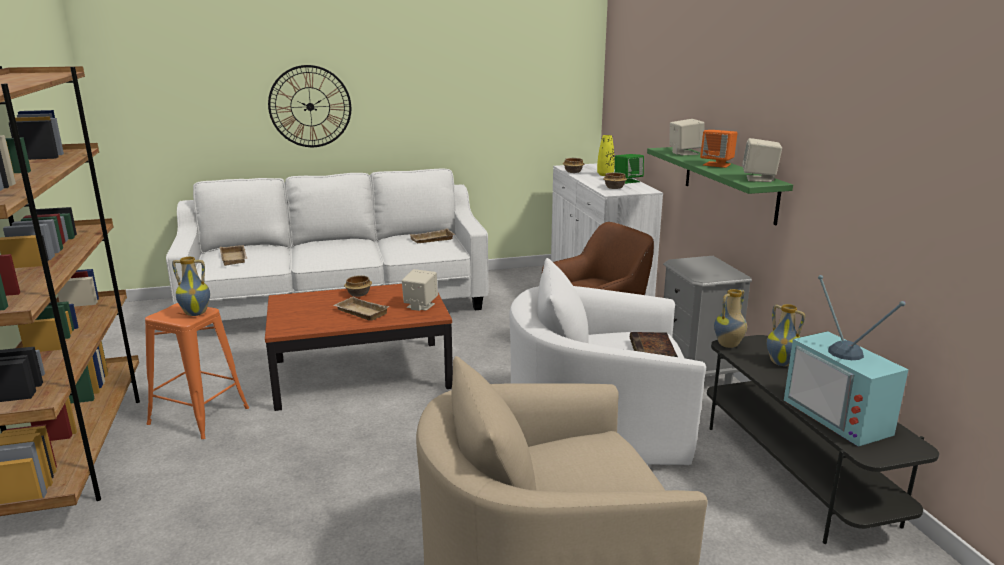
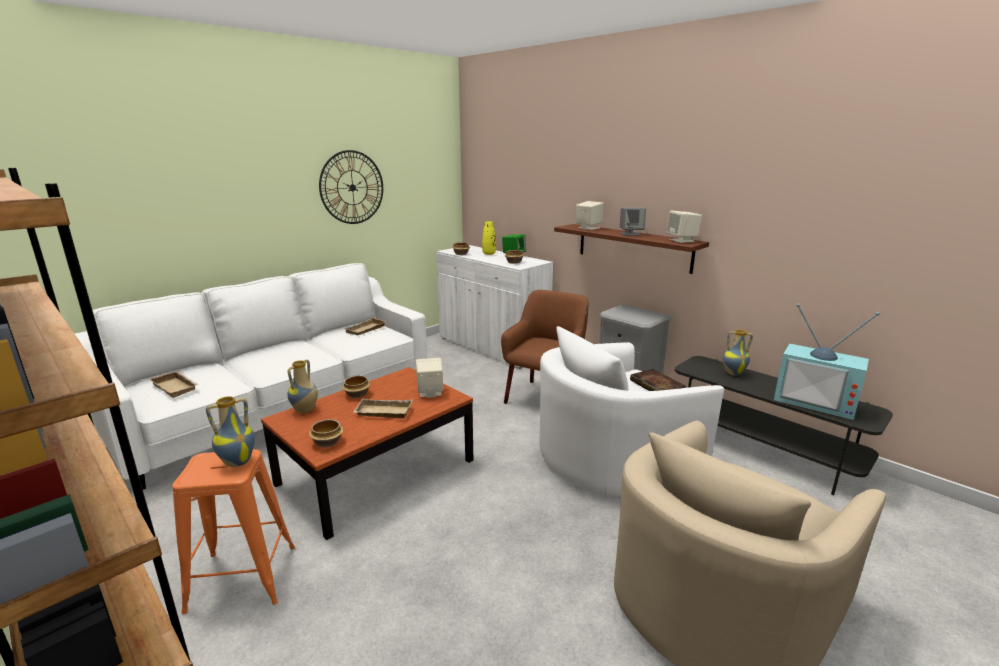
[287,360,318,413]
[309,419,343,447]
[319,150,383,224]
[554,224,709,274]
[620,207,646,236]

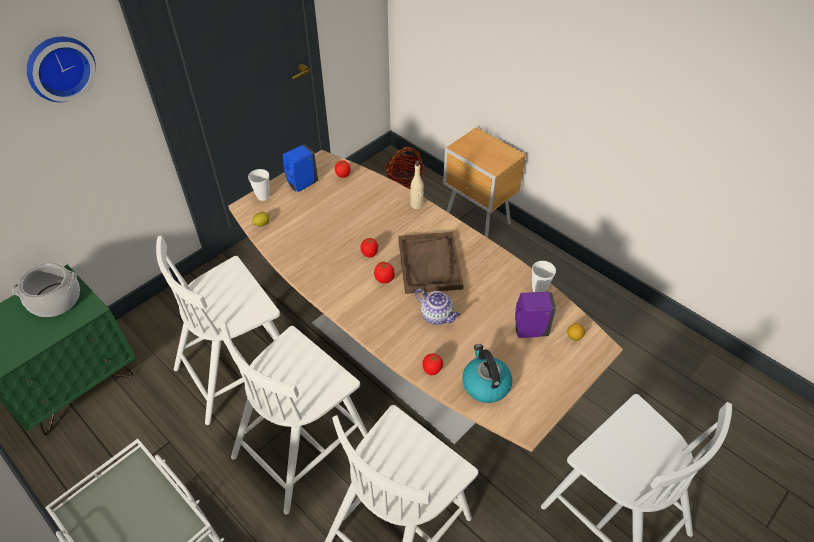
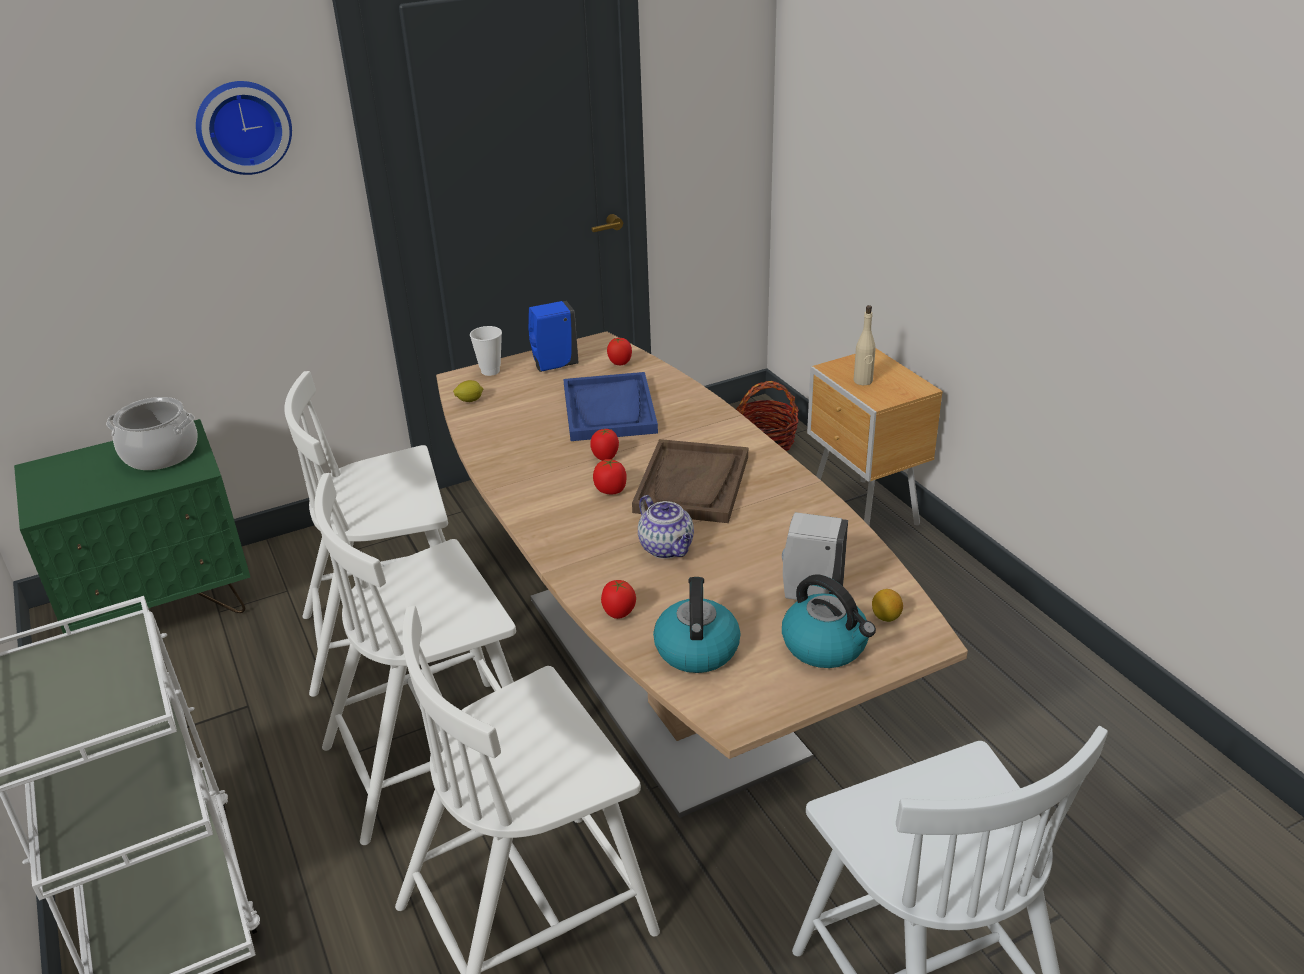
[563,372,658,441]
[782,512,848,600]
[782,574,876,668]
[854,305,876,385]
[532,261,556,292] (first image)

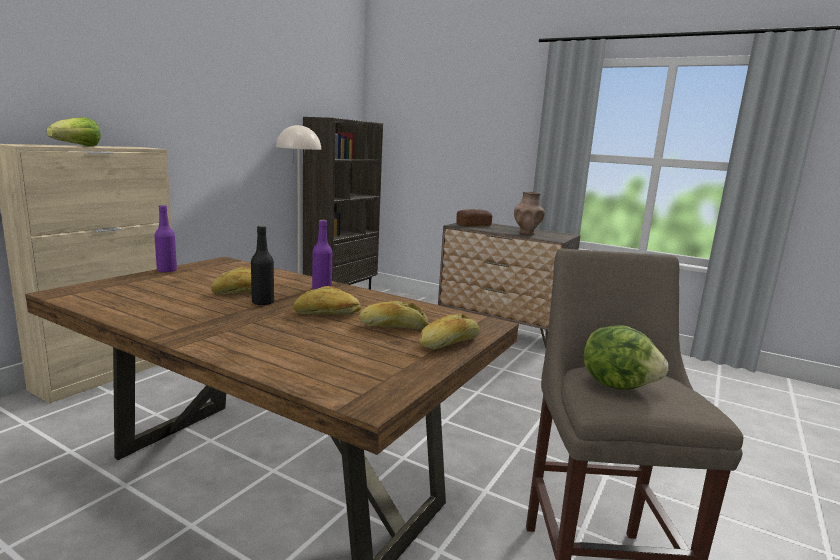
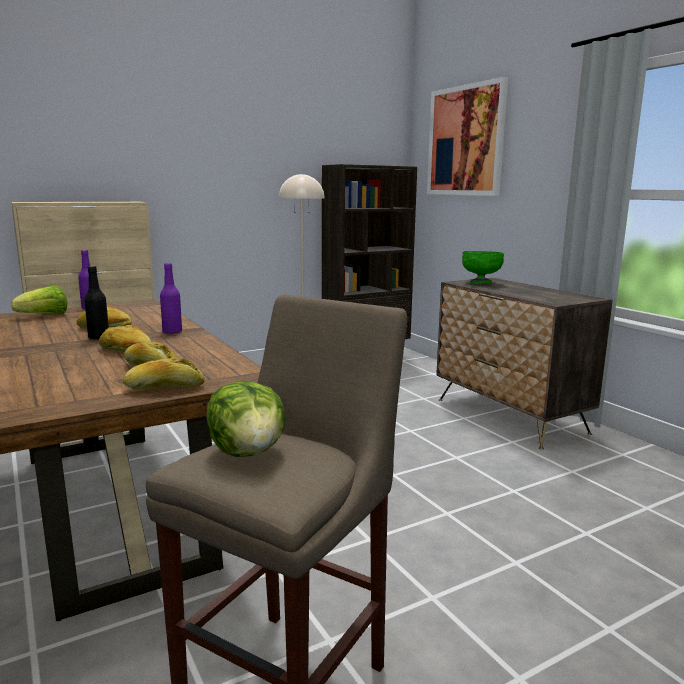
[11,286,67,315]
[427,77,508,196]
[462,251,504,284]
[514,192,545,235] (first image)

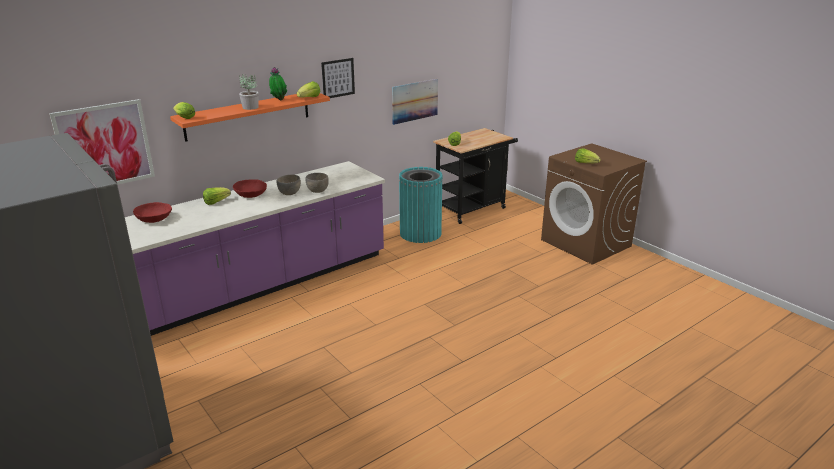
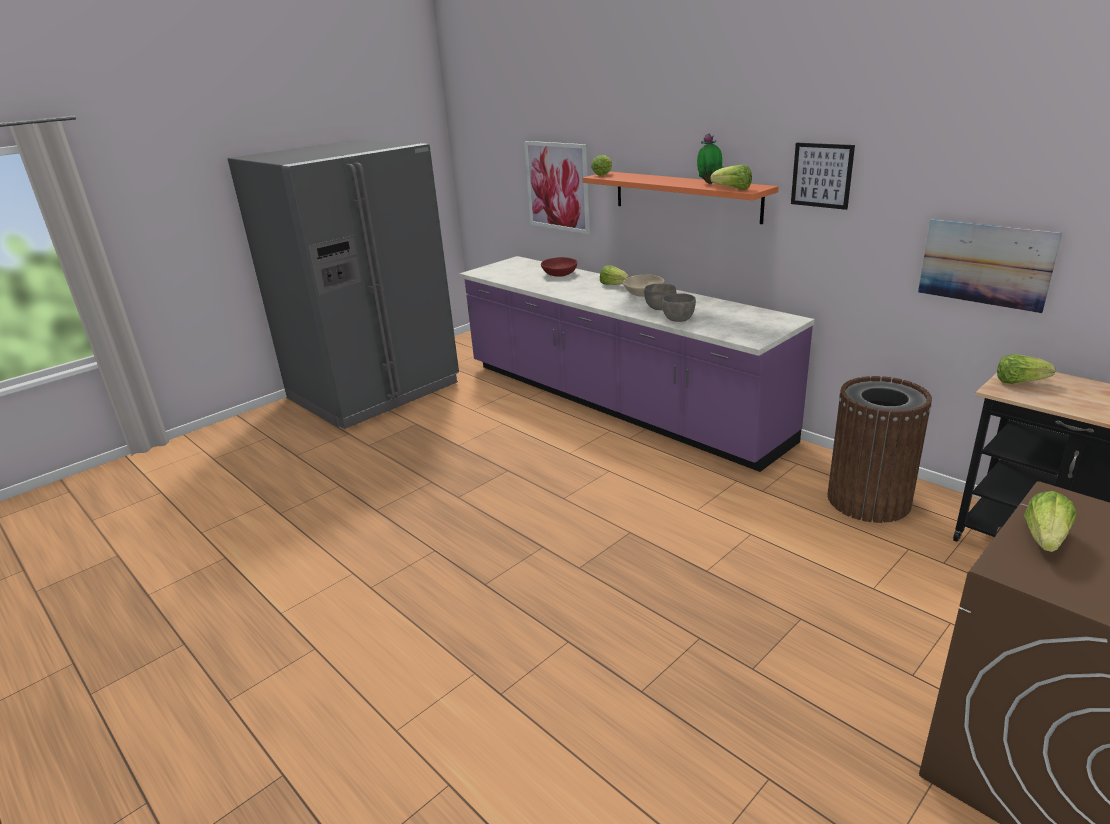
[623,274,664,297]
[827,376,932,523]
[239,74,259,110] (first image)

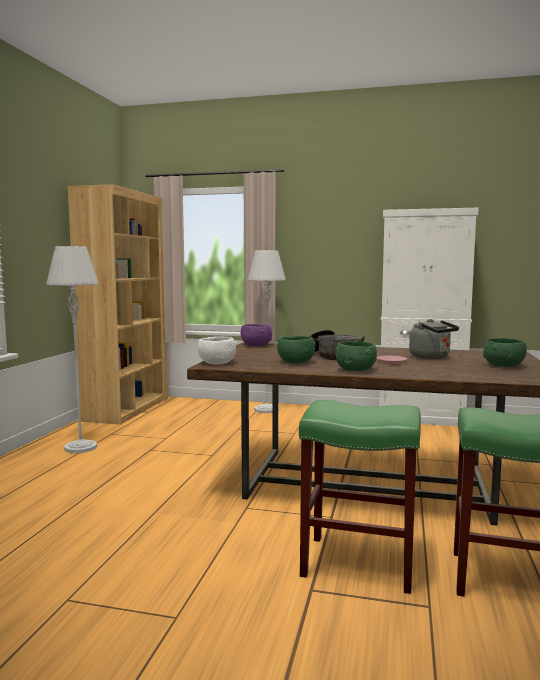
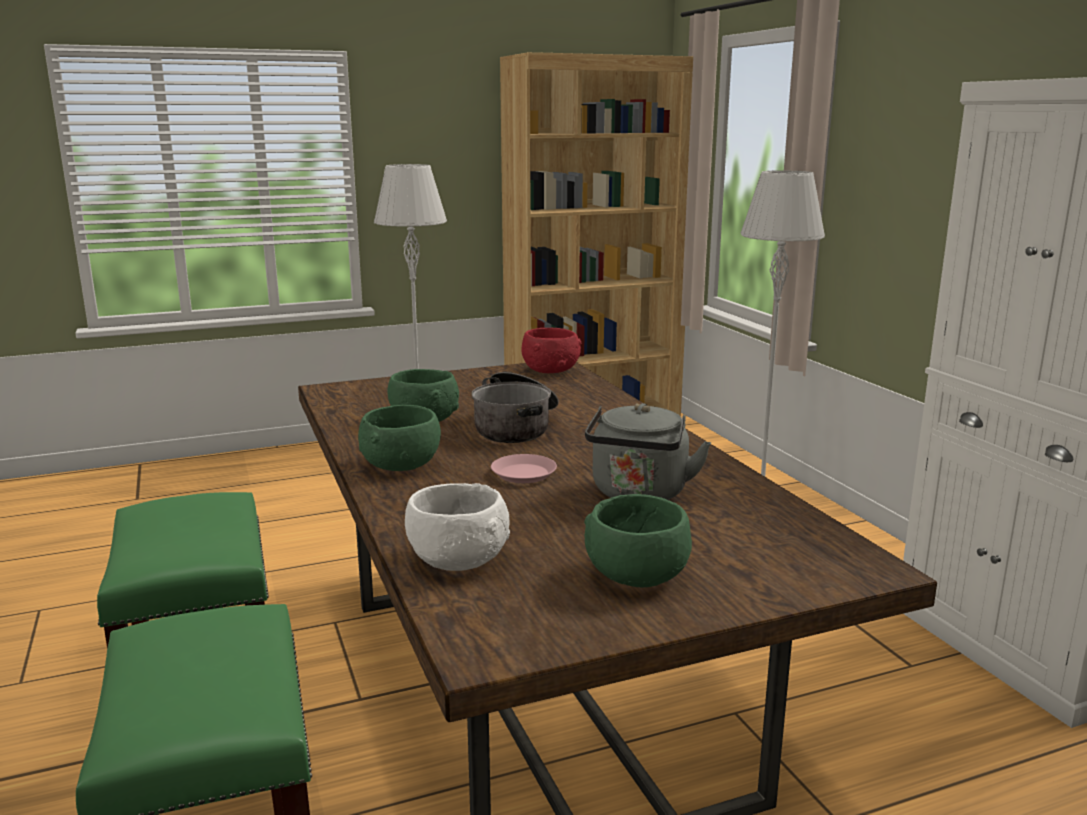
[405,483,510,571]
[521,328,581,373]

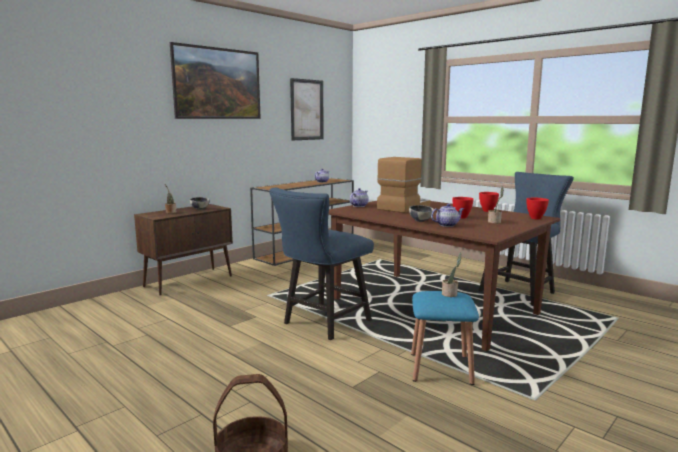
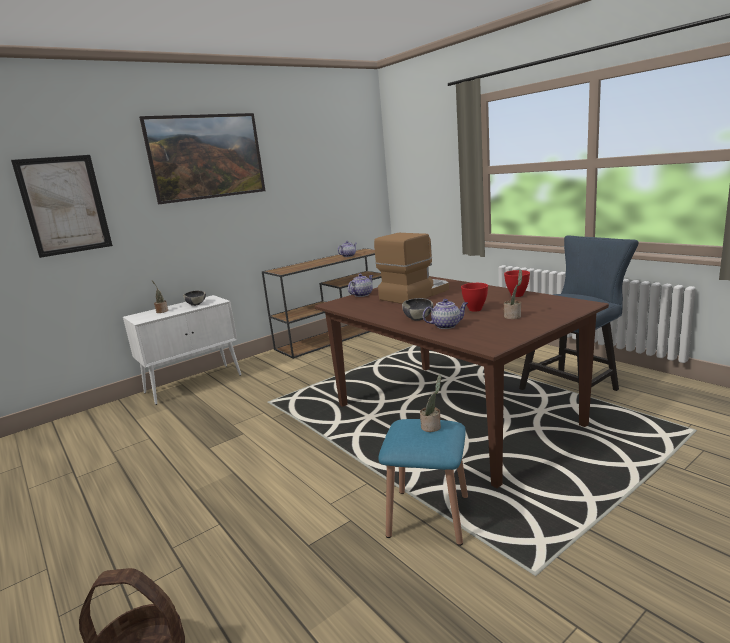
[11,155,113,258]
[123,295,241,405]
[269,188,374,340] (first image)
[526,198,549,219] (first image)

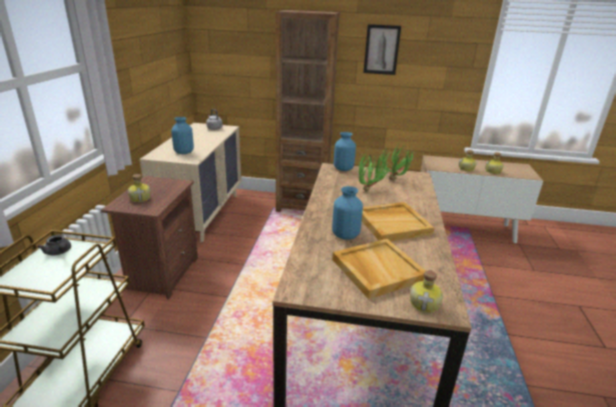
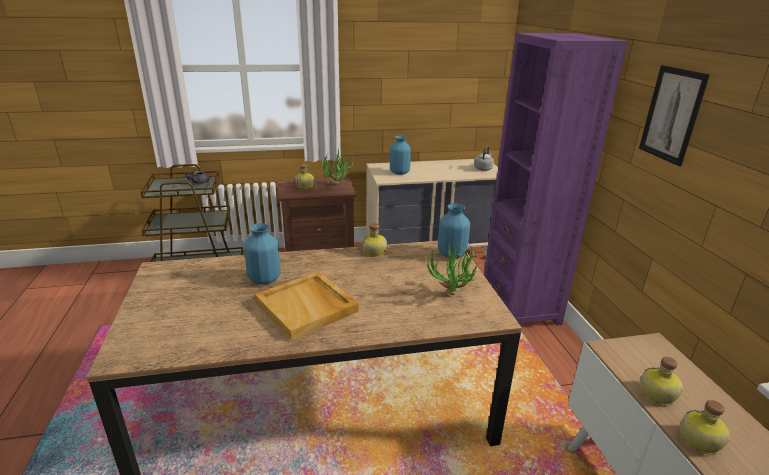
[322,149,354,185]
[361,223,387,257]
[484,33,628,326]
[332,239,426,299] (first image)

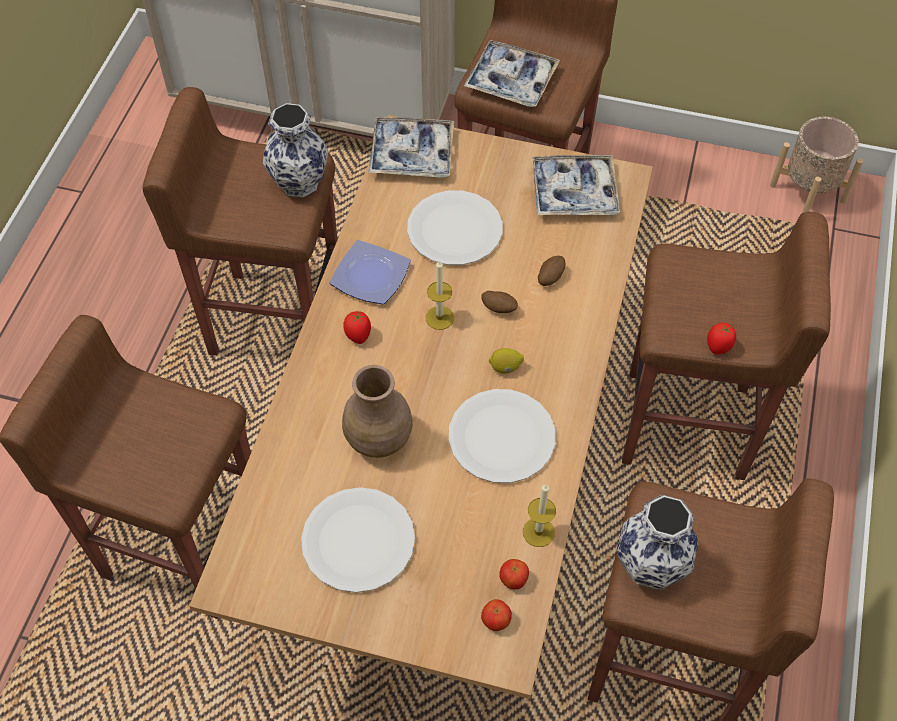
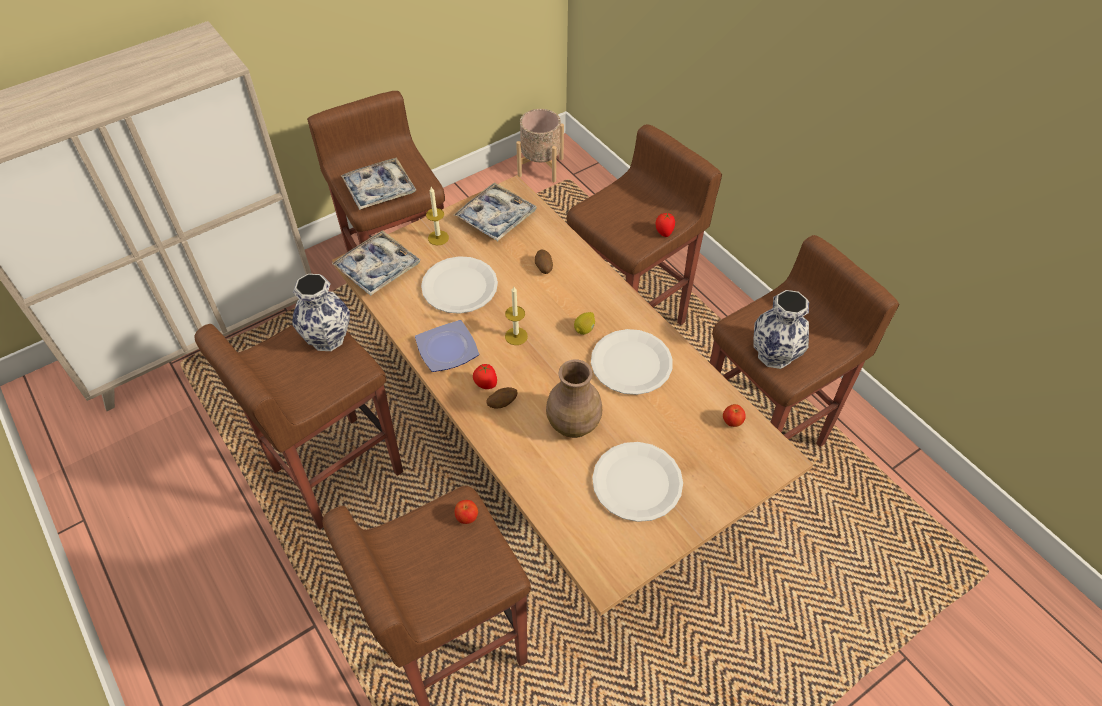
[426,187,449,245]
[455,500,478,524]
[486,387,517,408]

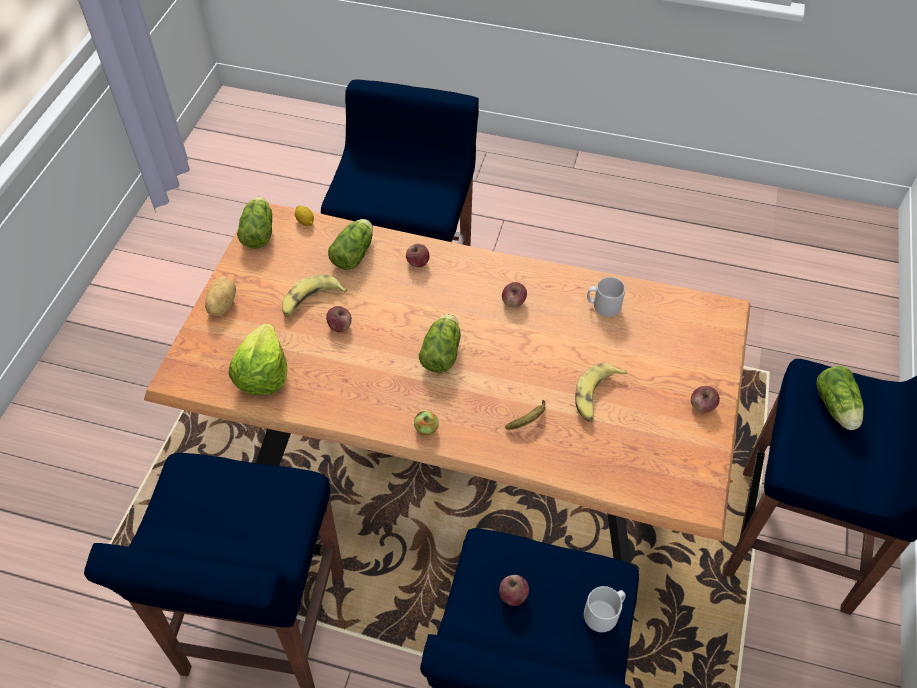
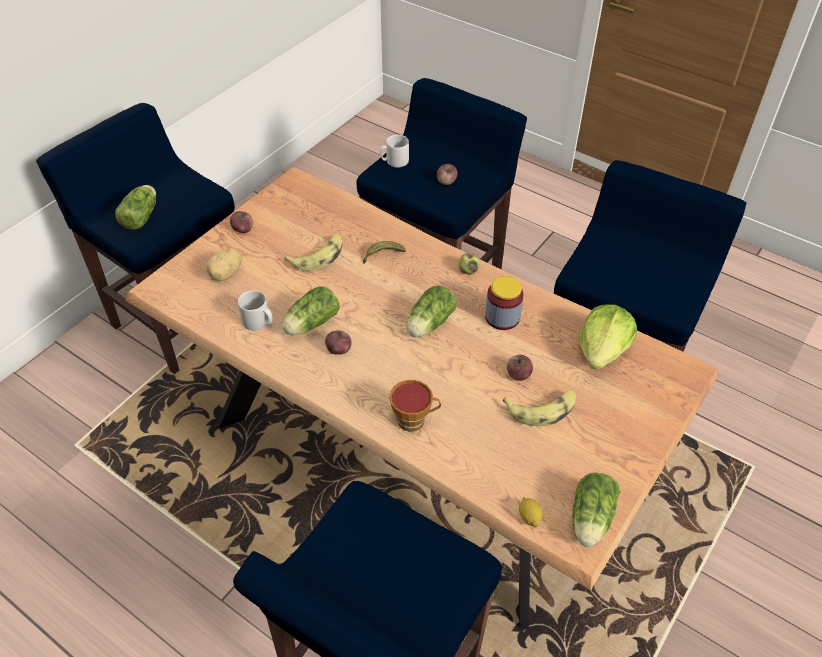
[206,247,242,281]
[282,286,340,335]
[389,380,441,432]
[485,276,524,330]

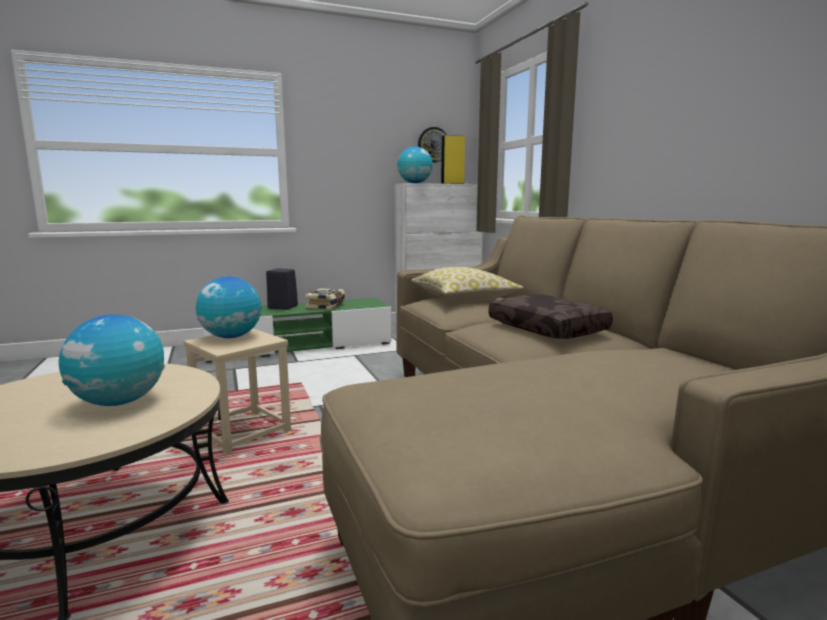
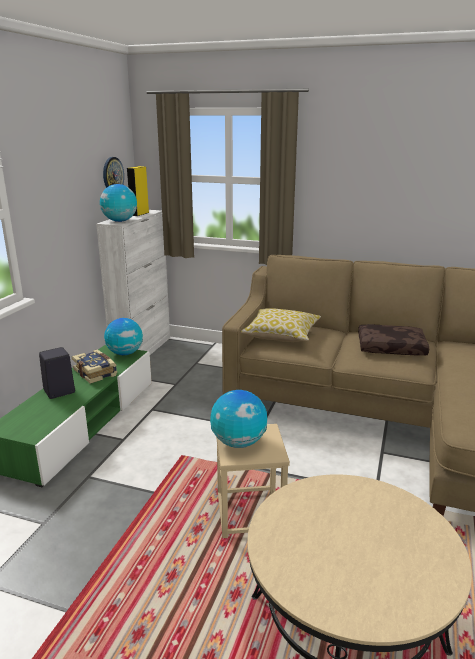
[104,318,143,355]

